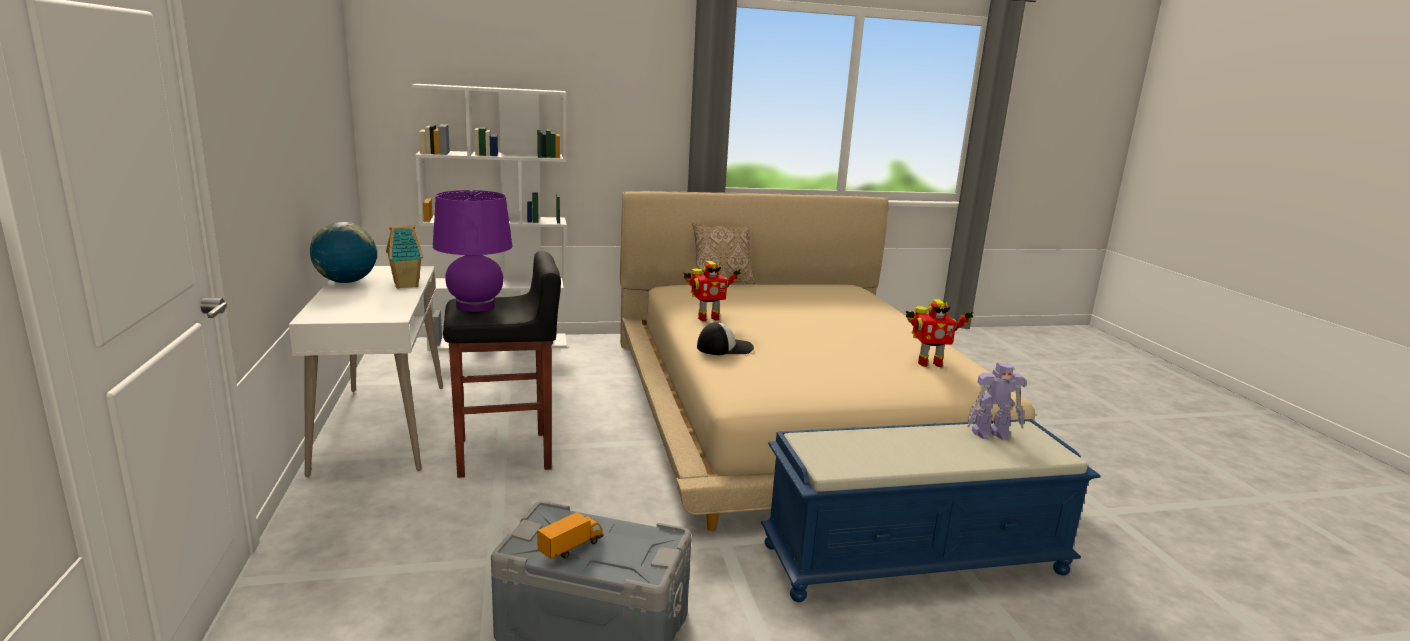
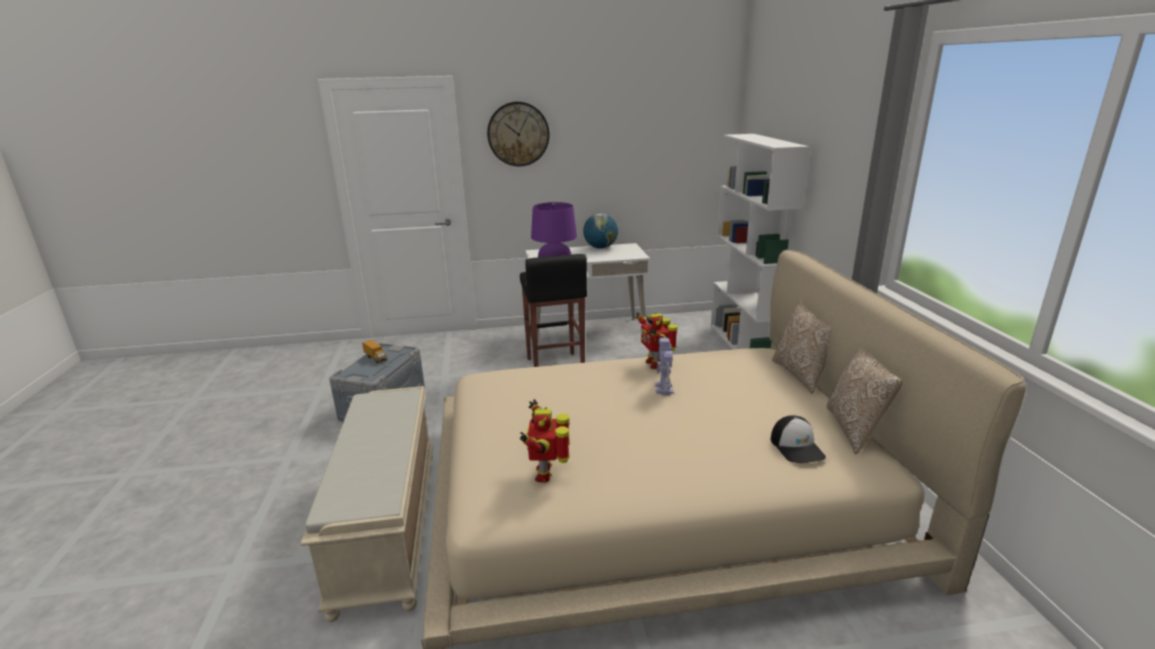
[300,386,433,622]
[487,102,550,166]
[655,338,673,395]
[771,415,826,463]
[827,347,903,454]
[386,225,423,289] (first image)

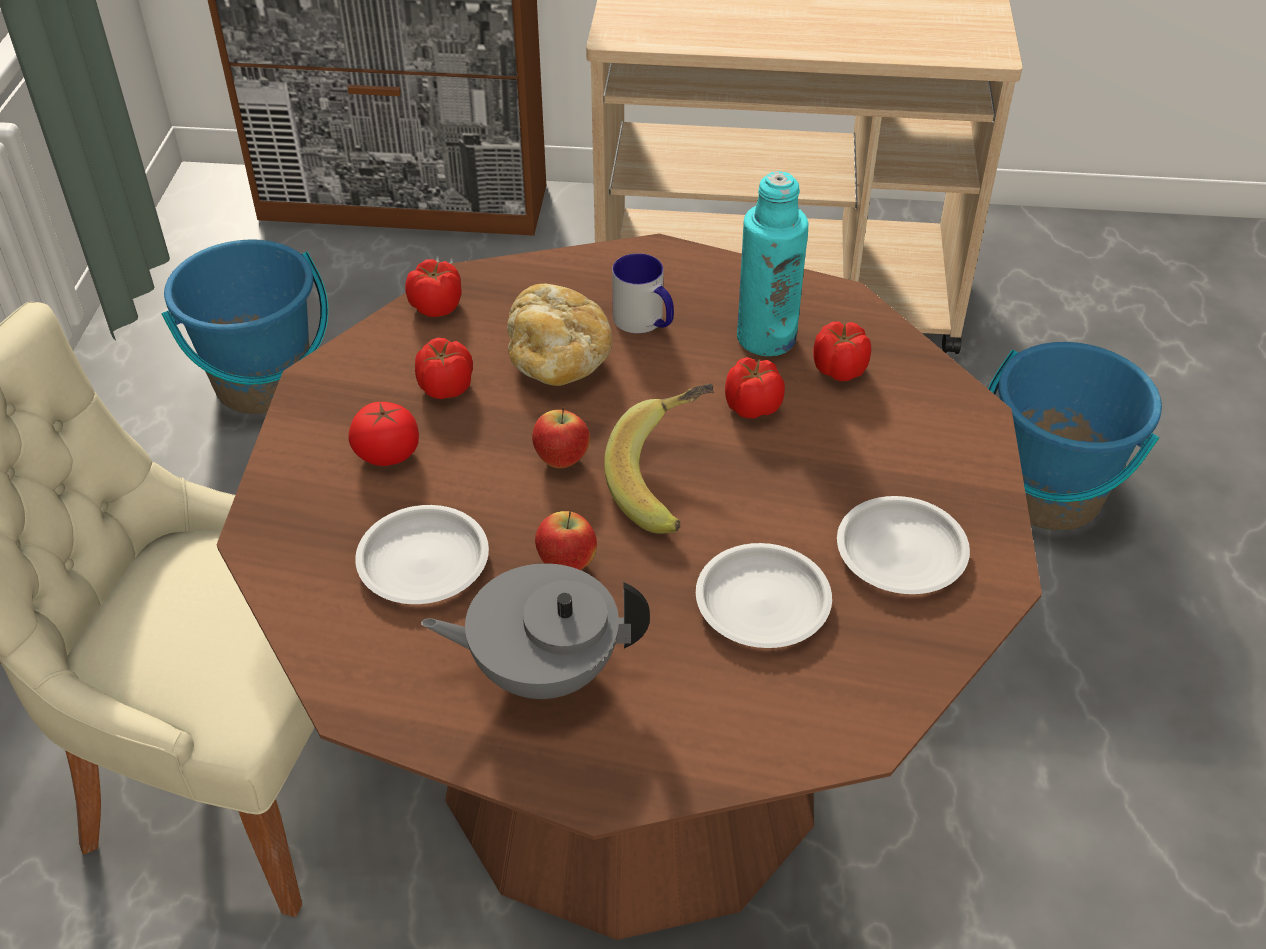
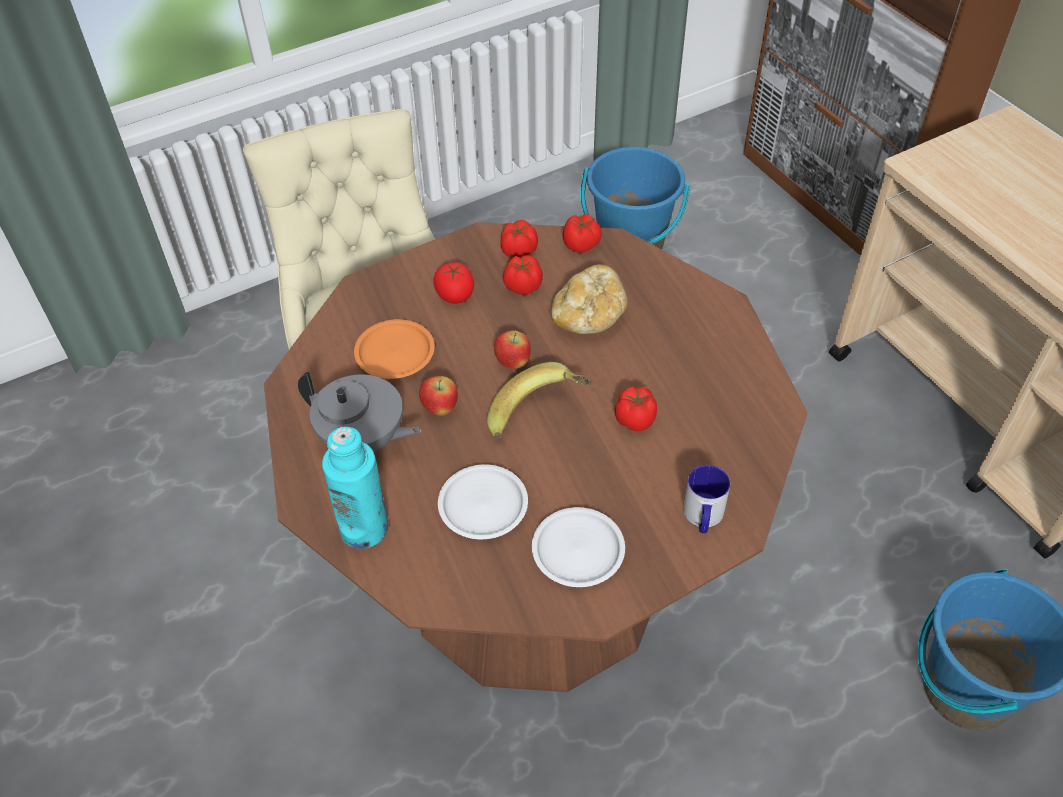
[298,372,421,452]
[322,427,388,549]
[354,319,435,379]
[500,220,538,258]
[683,465,730,533]

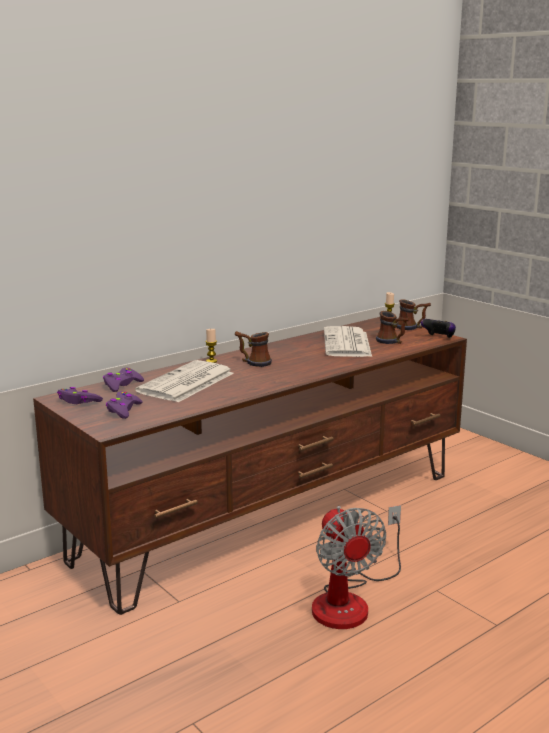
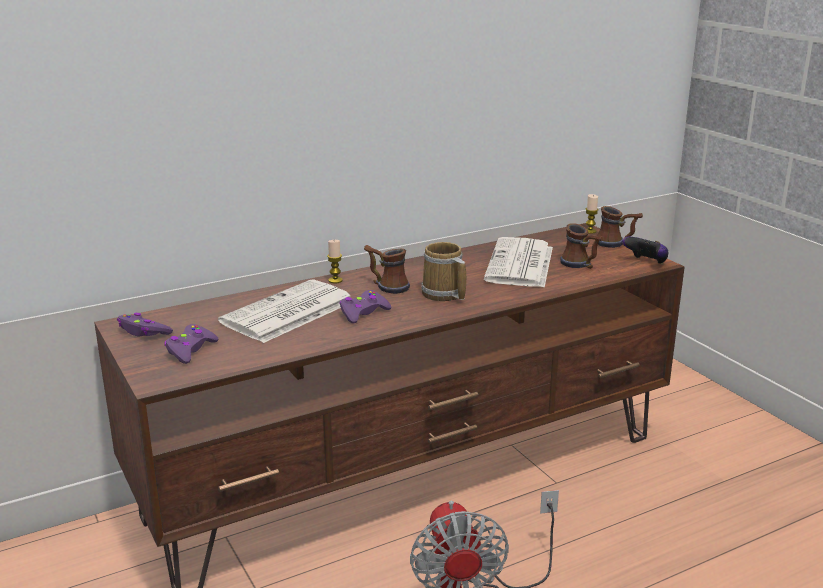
[339,290,391,324]
[421,242,466,301]

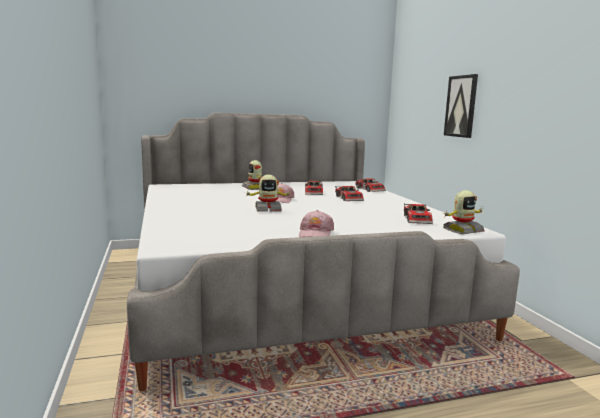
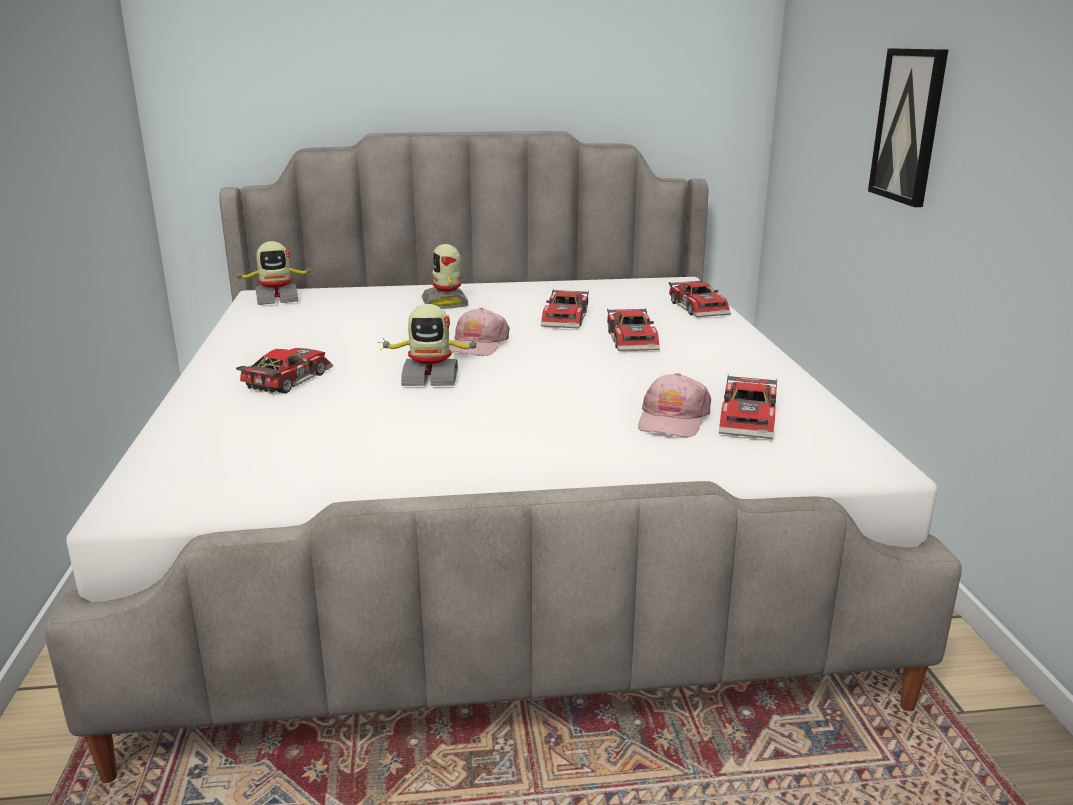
[232,241,314,305]
[236,348,333,393]
[638,373,711,437]

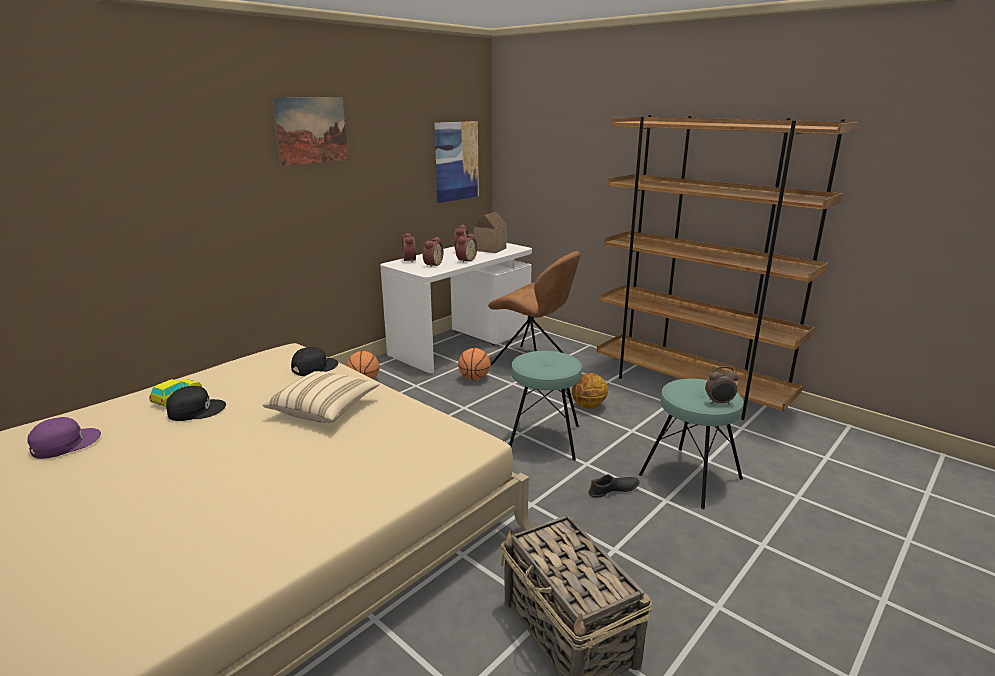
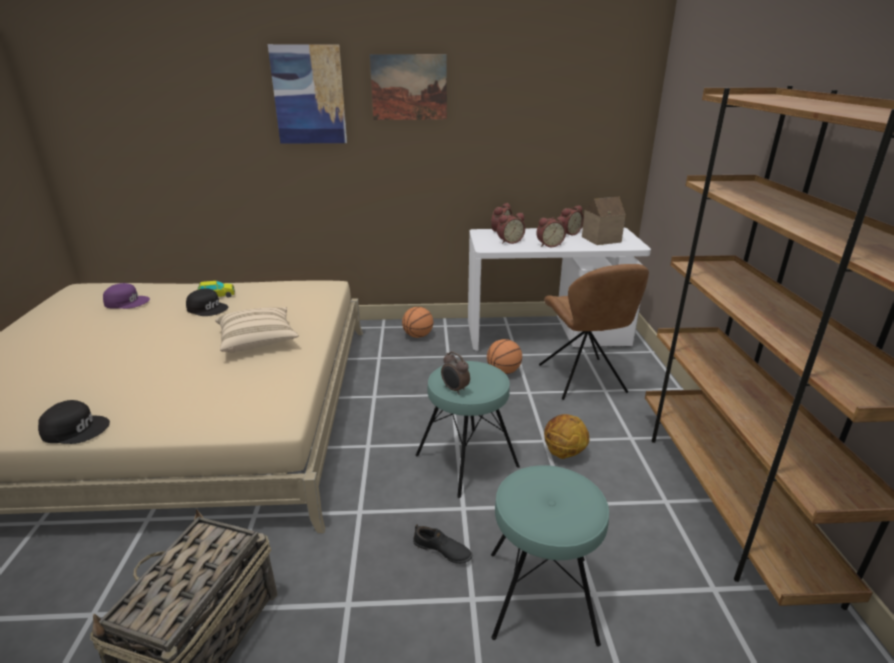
[38,400,110,444]
[268,44,347,144]
[441,351,470,395]

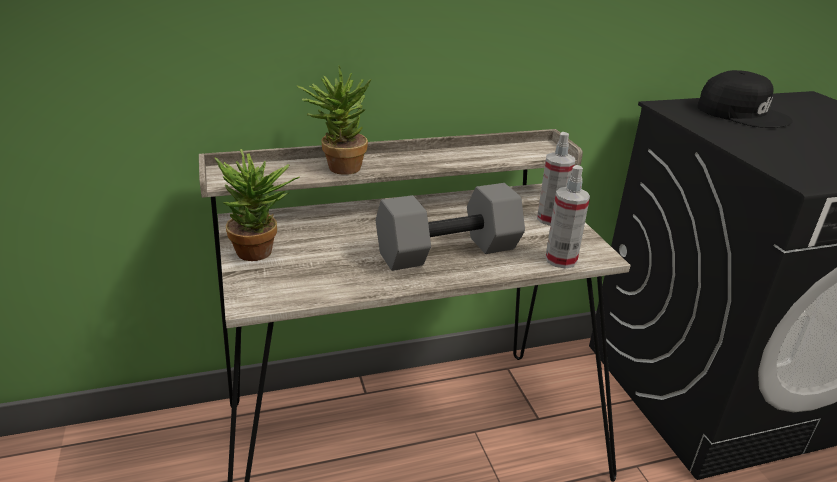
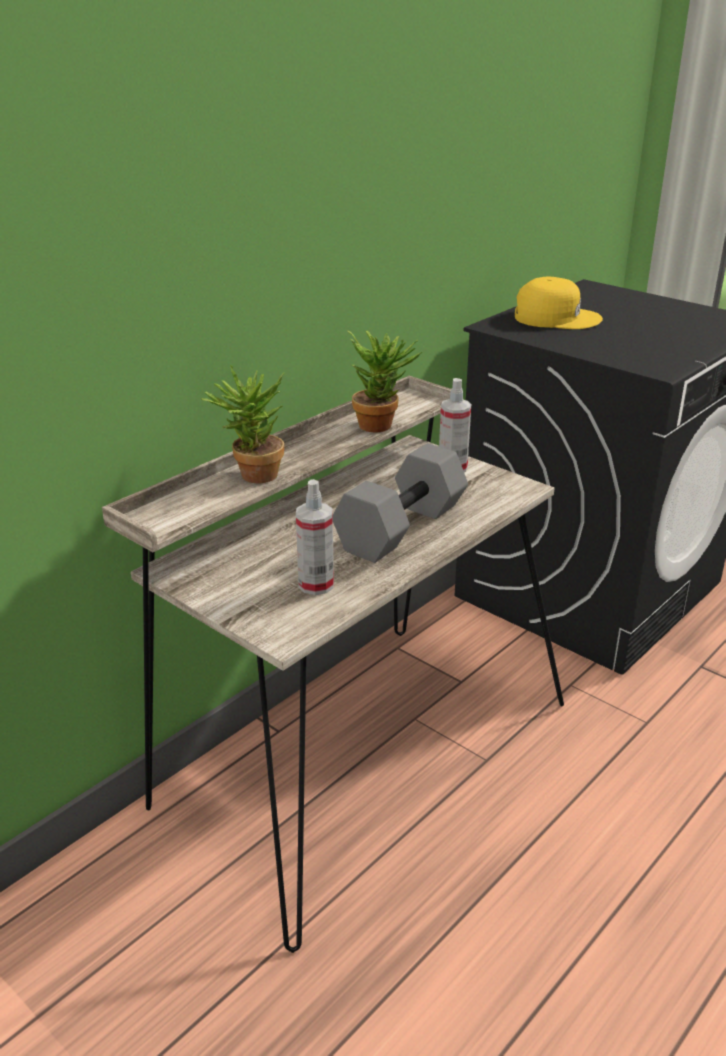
[296,479,334,595]
[347,331,422,433]
[515,277,603,329]

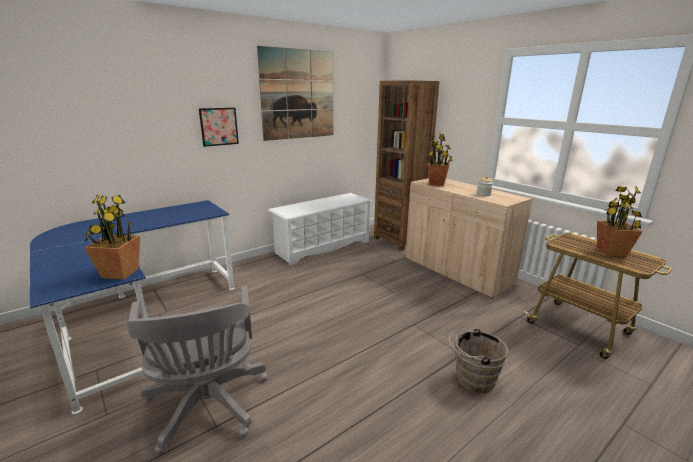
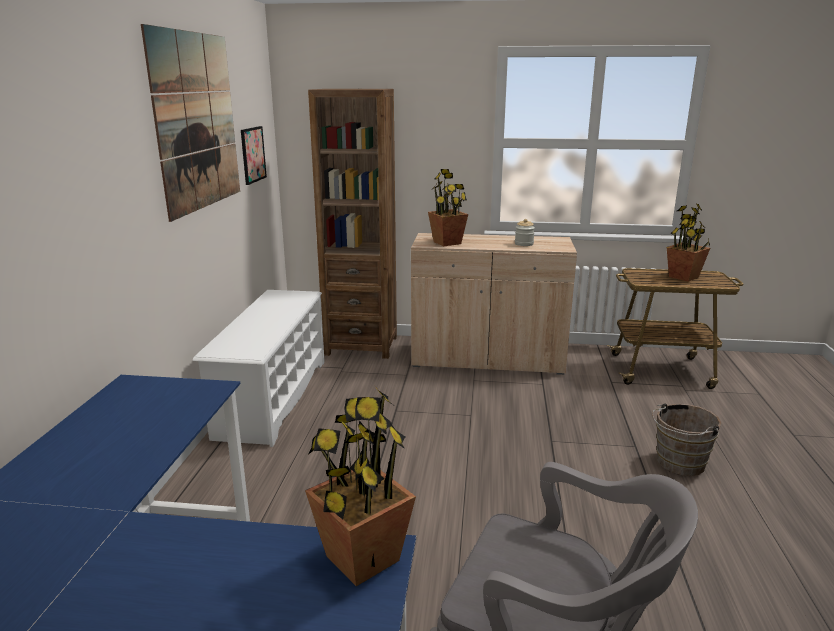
[241,126,267,185]

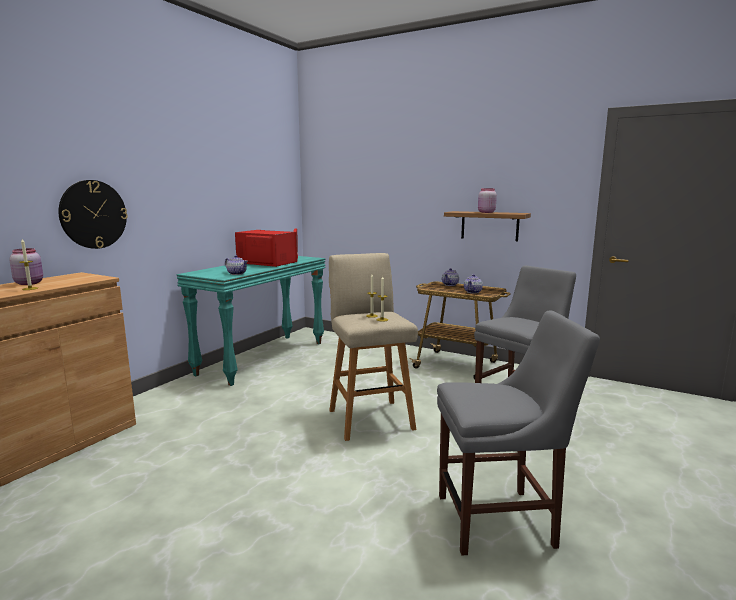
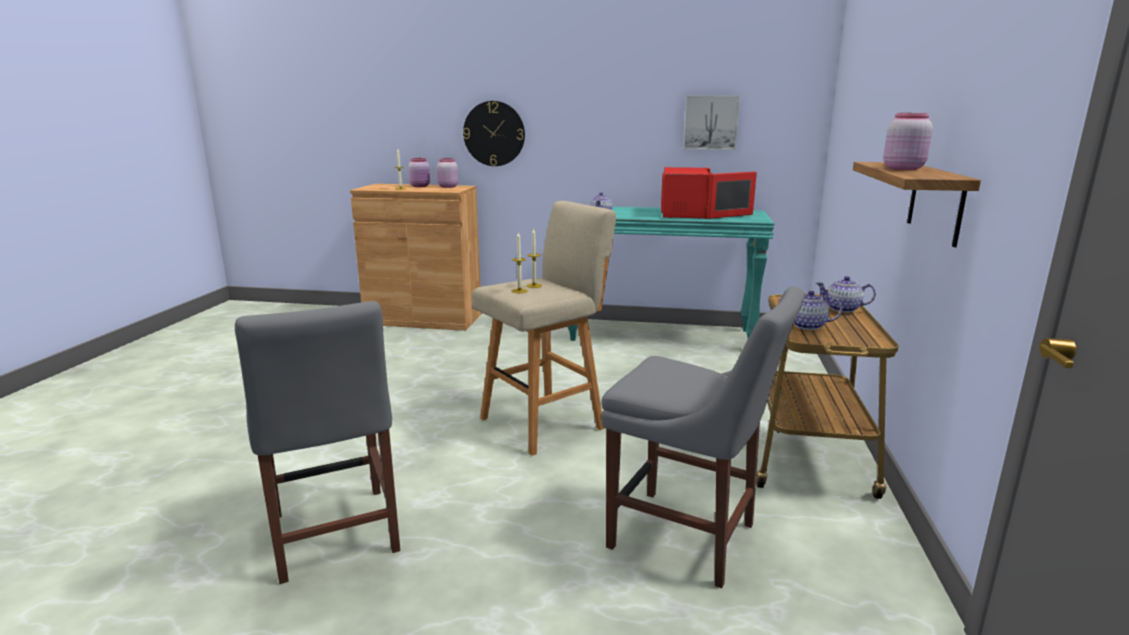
[437,158,458,188]
[683,95,740,150]

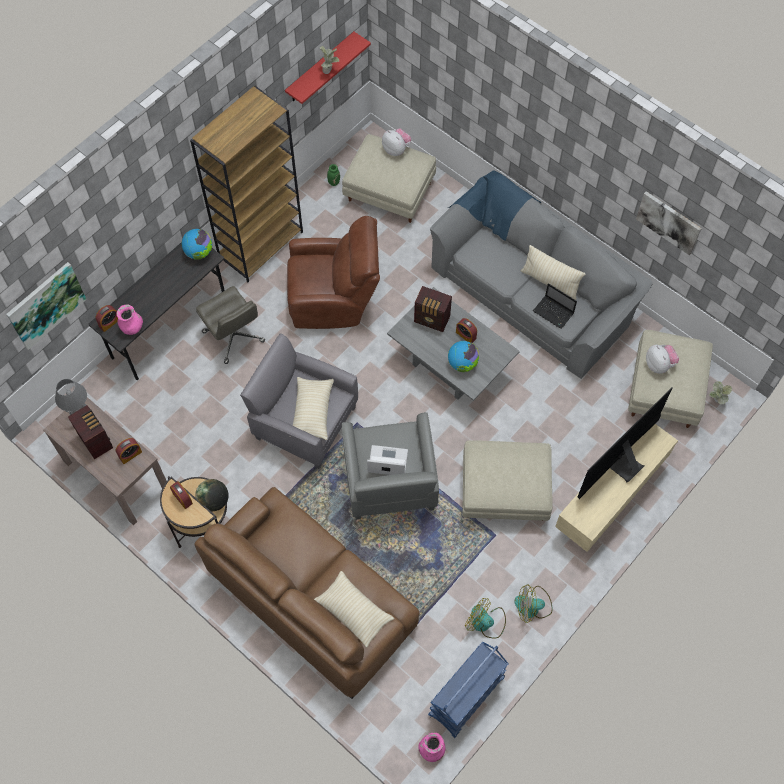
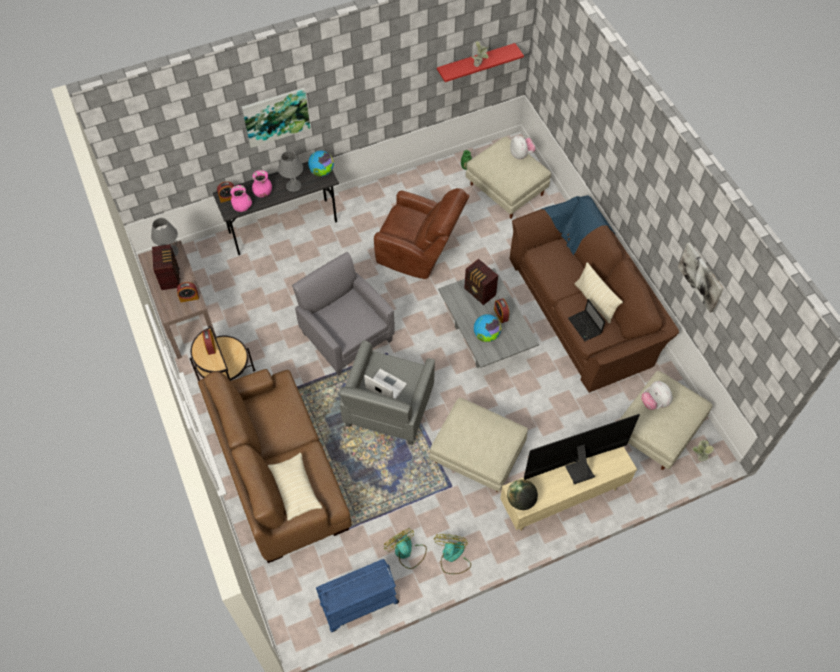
[242,88,310,148]
[252,170,272,197]
[278,151,303,192]
[434,534,471,574]
[507,479,538,510]
[510,195,679,393]
[641,381,673,410]
[190,86,303,283] (first image)
[196,286,265,364] (first image)
[290,377,334,440] (first image)

